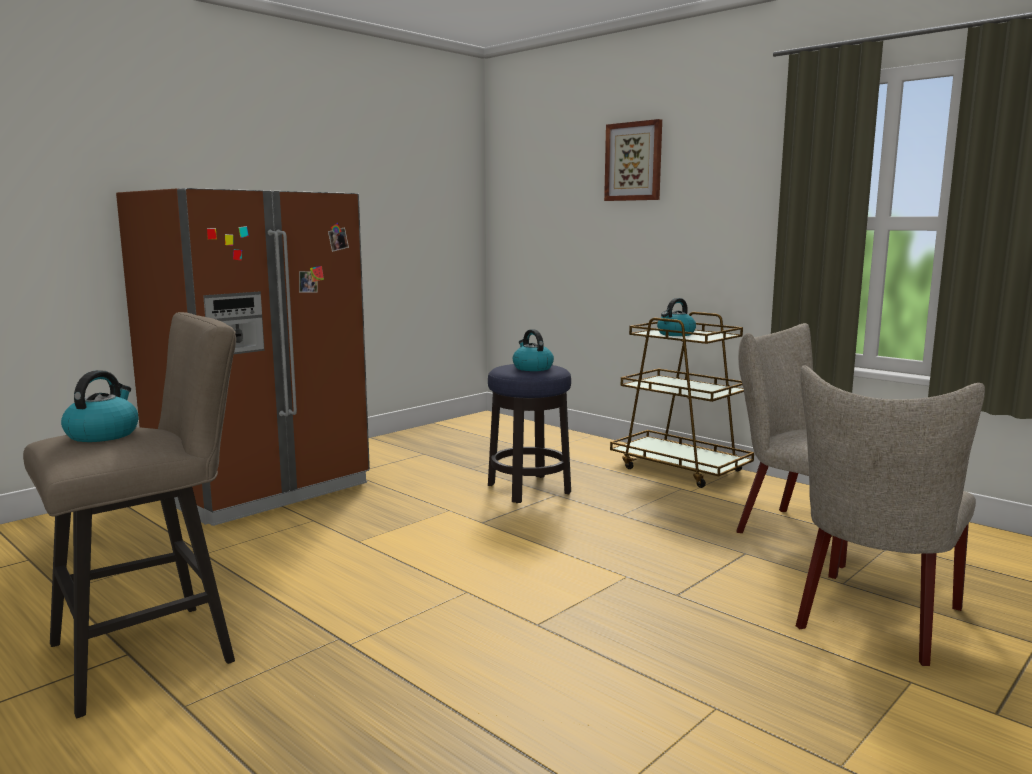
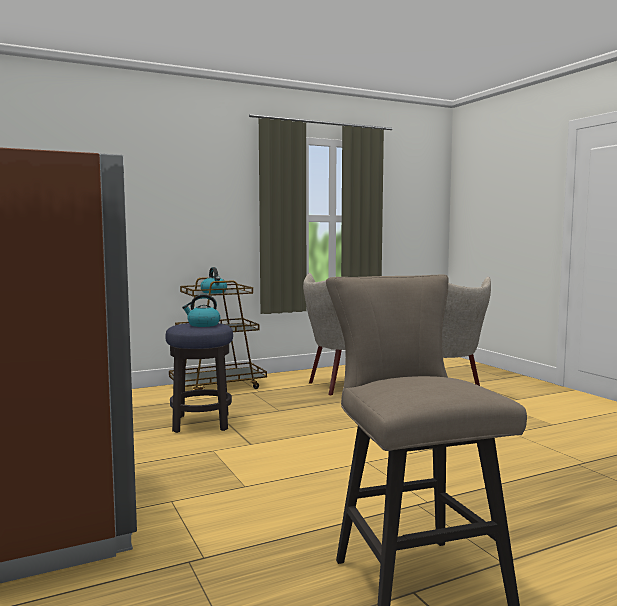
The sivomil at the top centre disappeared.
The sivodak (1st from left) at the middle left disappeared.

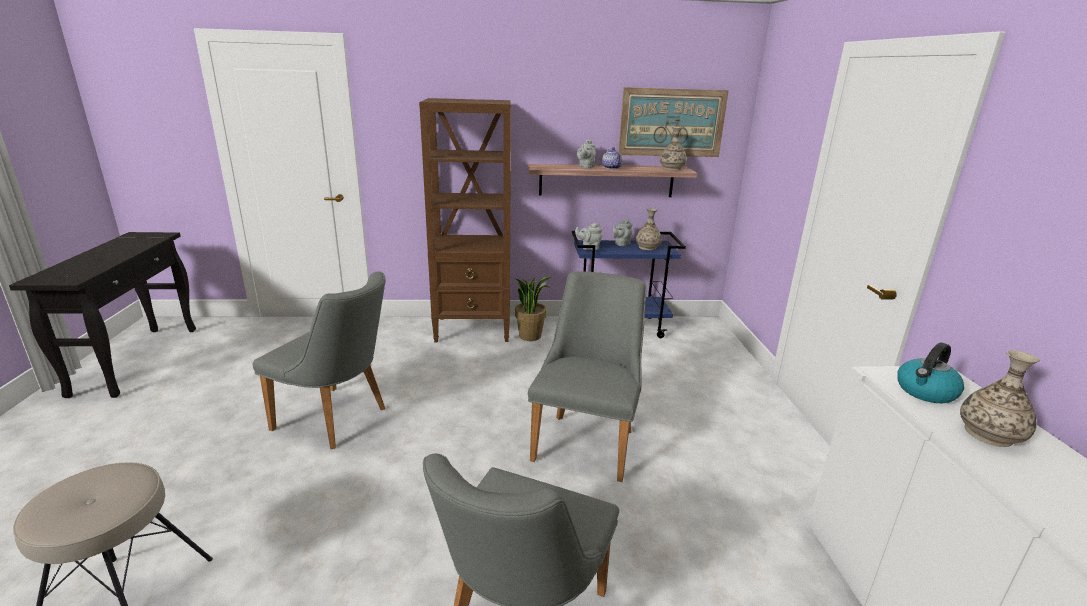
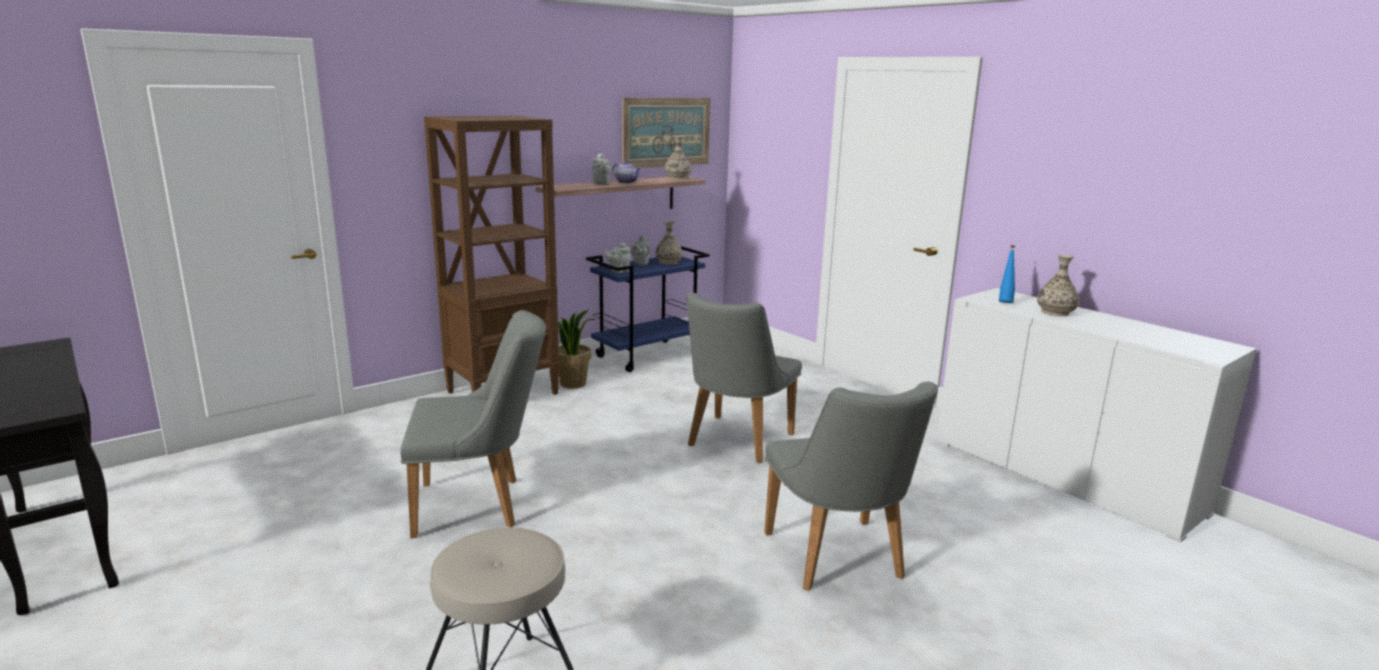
The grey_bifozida (3rd from left in the first image) at the centre turned 135 degrees counterclockwise.
The sivodak at the middle right was replaced by the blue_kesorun at the middle right.

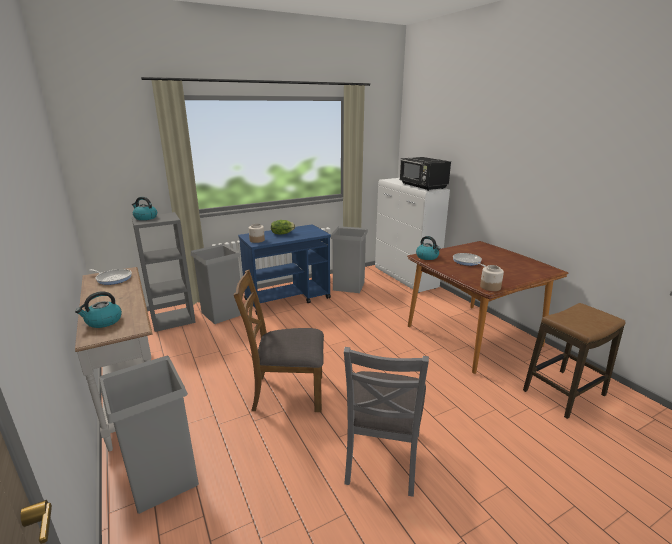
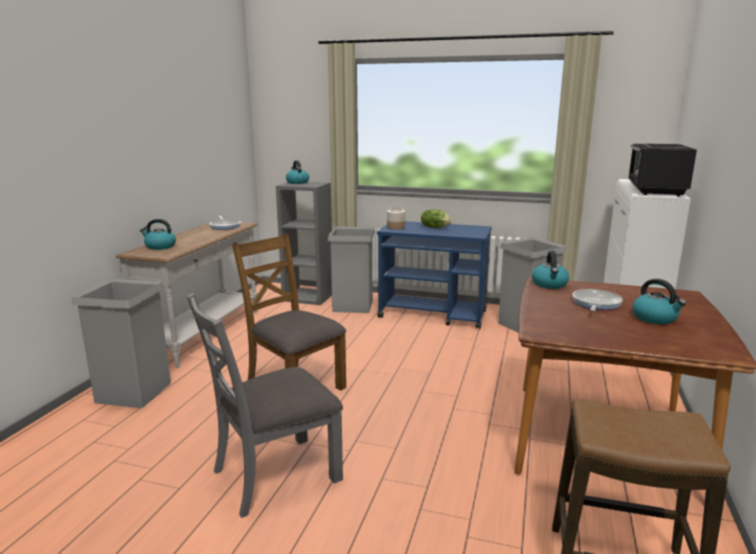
The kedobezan (2nd from left) at the middle right disappeared.
The sivodak (4th from left) at the middle right appeared.

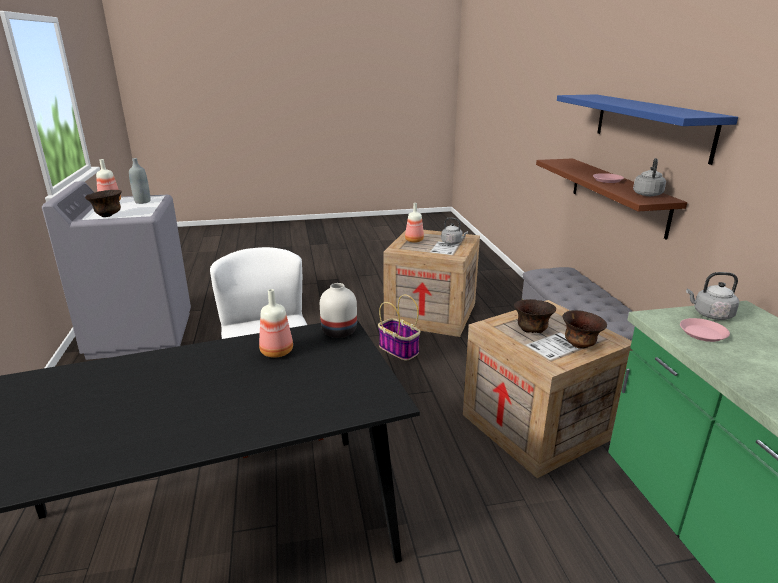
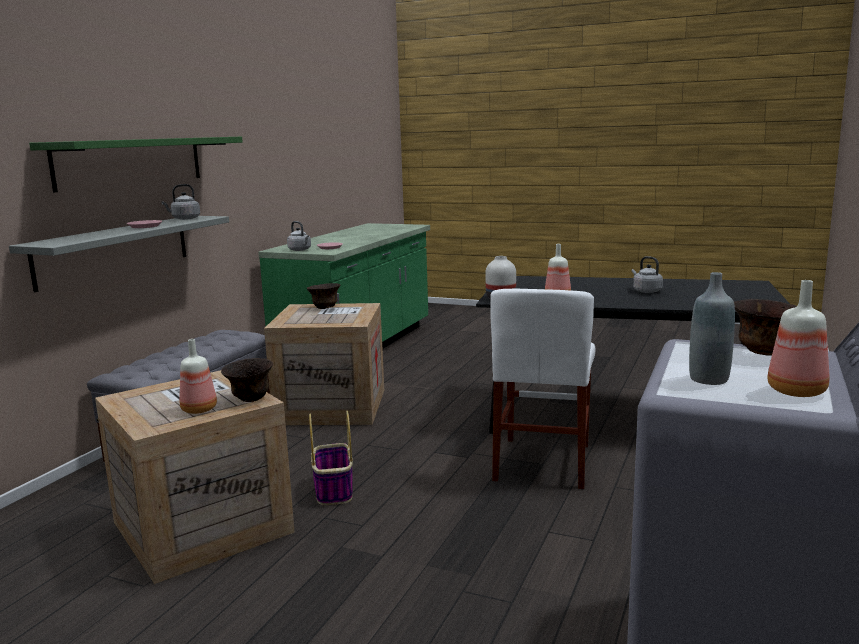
The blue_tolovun at the top right became the green_tolovun at the top left.
The brown_tolovun at the middle right became the grey_tolovun at the middle left.
The grey_sivodak (1st from left in the first image) moved from the centre to the middle right.
The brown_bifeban (2nd from left in the first image) moved from the middle right to the middle left.

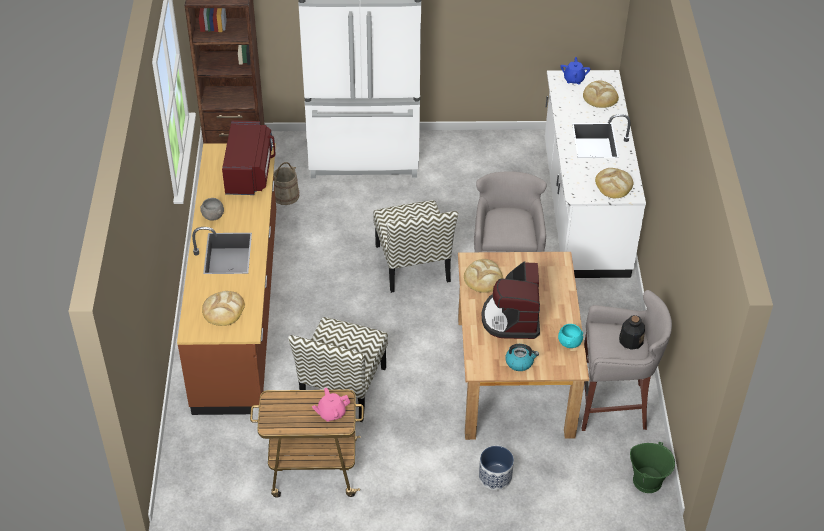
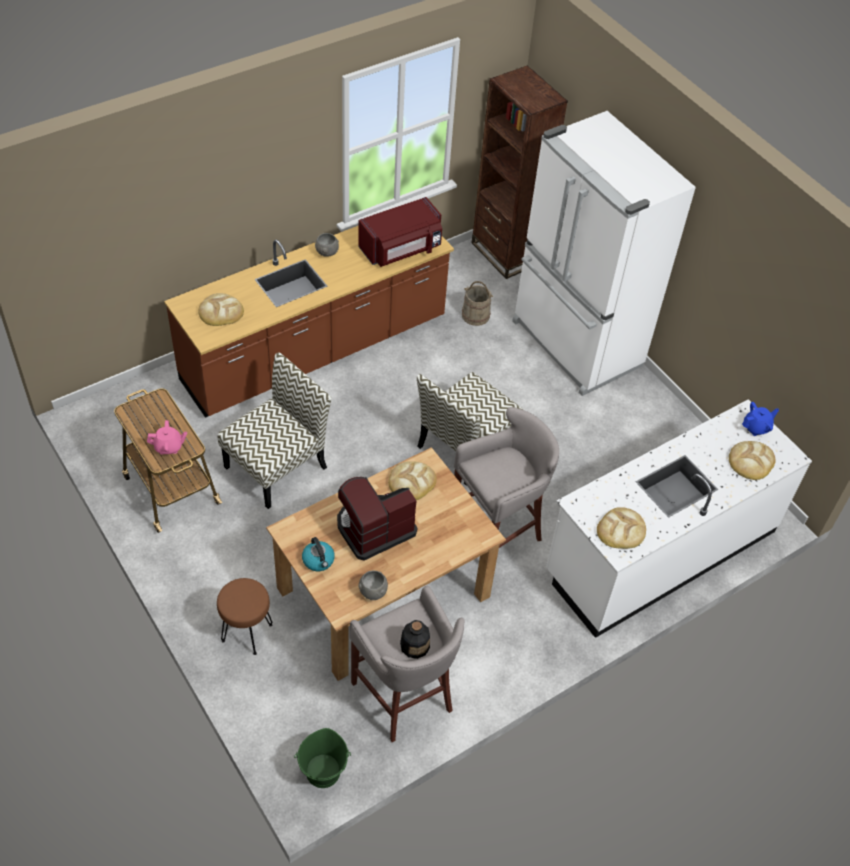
The bifozida (1st from left) at the bottom centre turned 150 degrees clockwise.
The turquoise_bifeban at the middle right became the grey_bifeban (2nd from left) at the bottom centre.
The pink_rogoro at the bottom centre turned 135 degrees clockwise.
The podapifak at the bottom centre was replaced by the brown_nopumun at the bottom left.

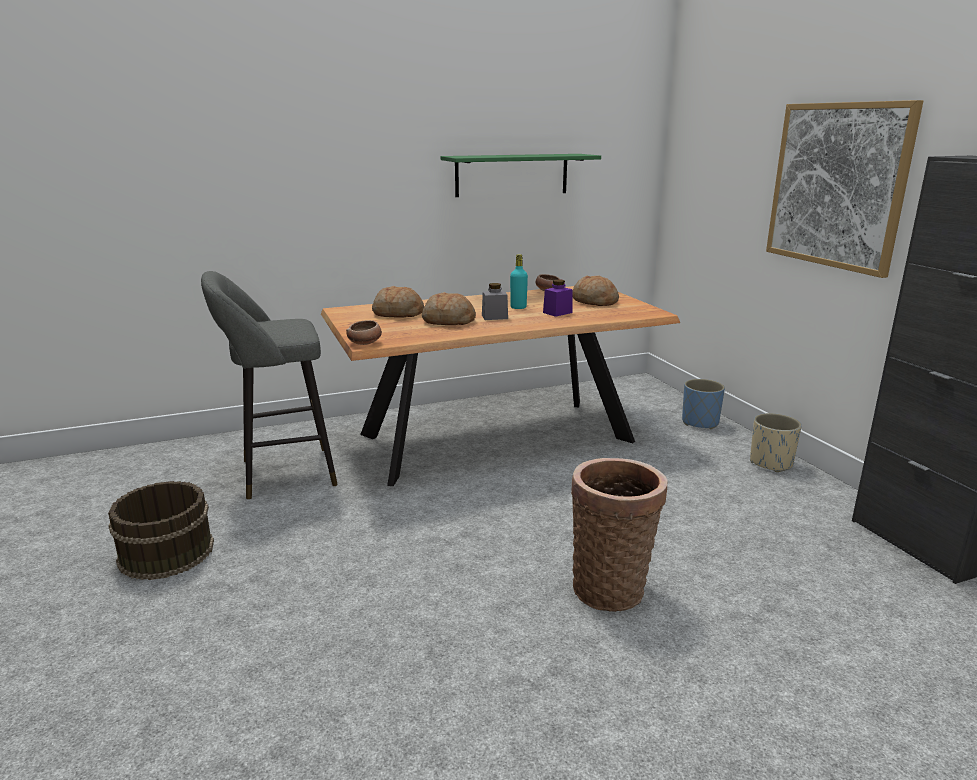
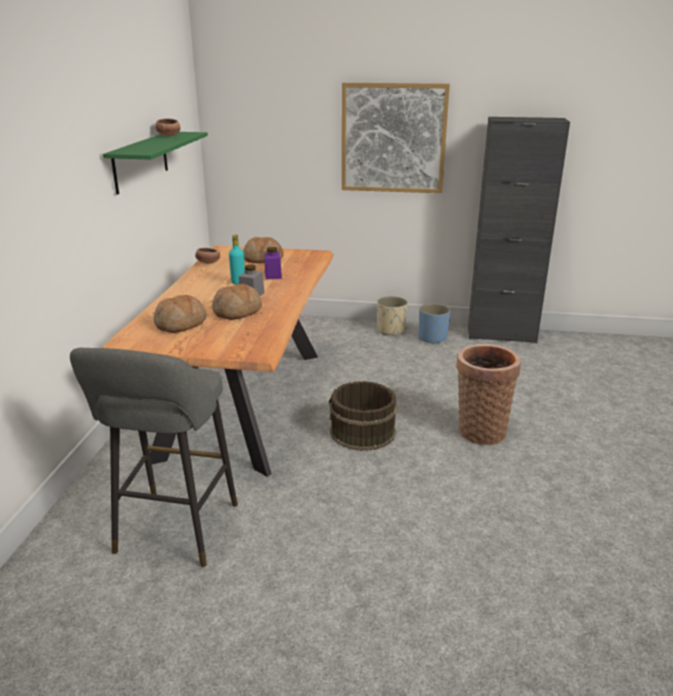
The bifeban (1st from left) moved from the centre to the top left.
The blue_podapifak moved from the middle right to the centre.
The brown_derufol moved from the bottom left to the centre.

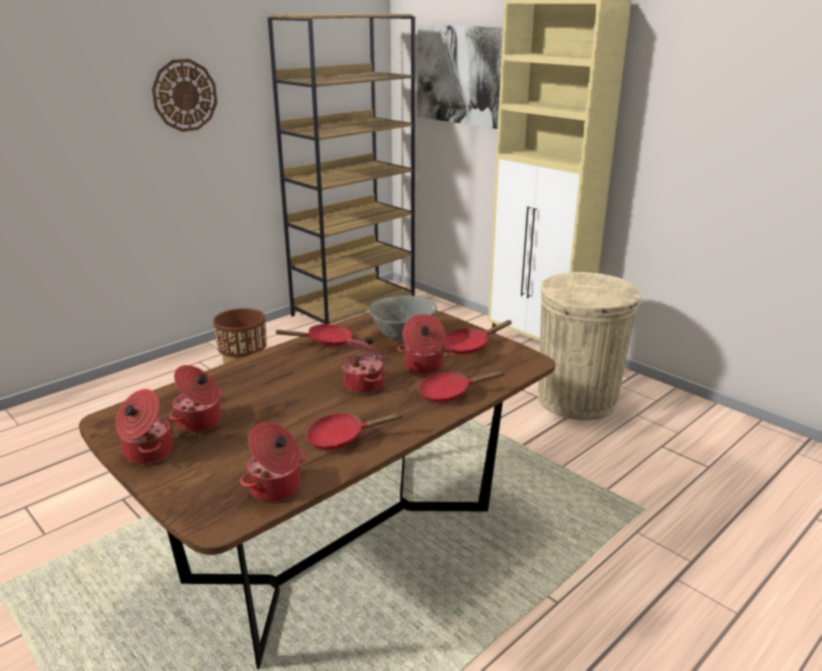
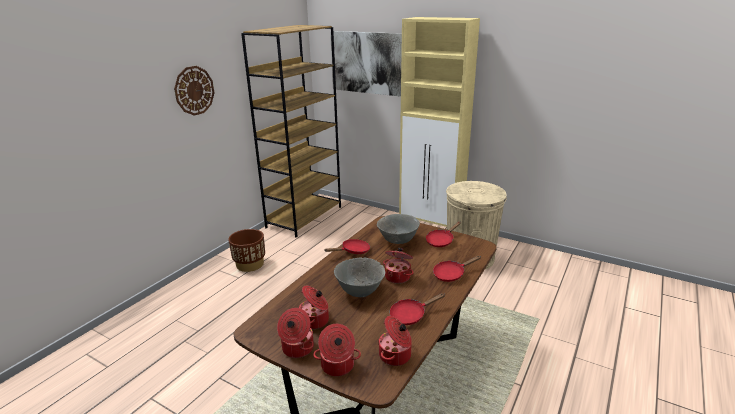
The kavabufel (5th from left in the first image) moved from the centre to the bottom centre.
The grey_bifeban (1st from left) at the bottom centre appeared.

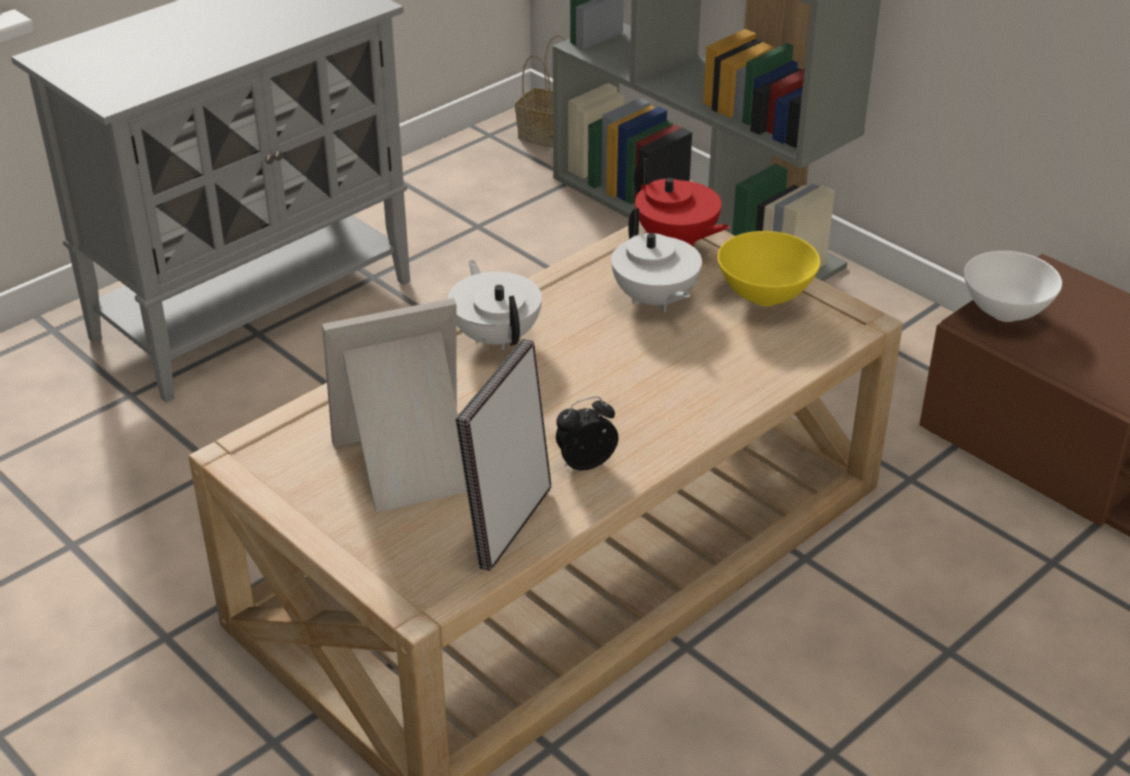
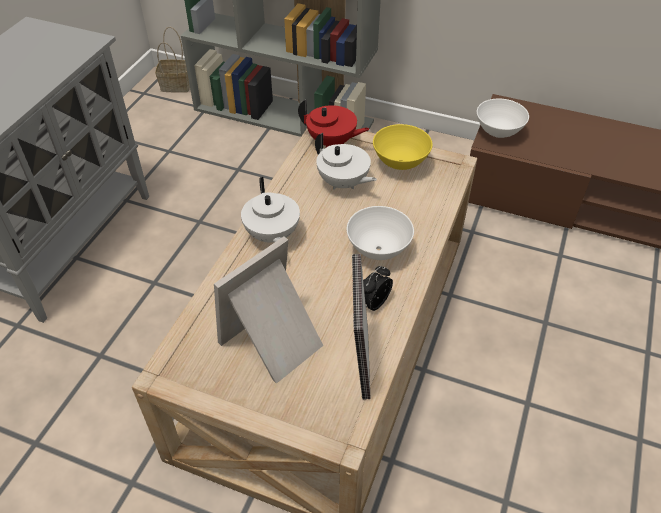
The white_rogoro (1st from left) at the centre turned 150 degrees counterclockwise.
The white_bifeban (1st from left) at the centre appeared.

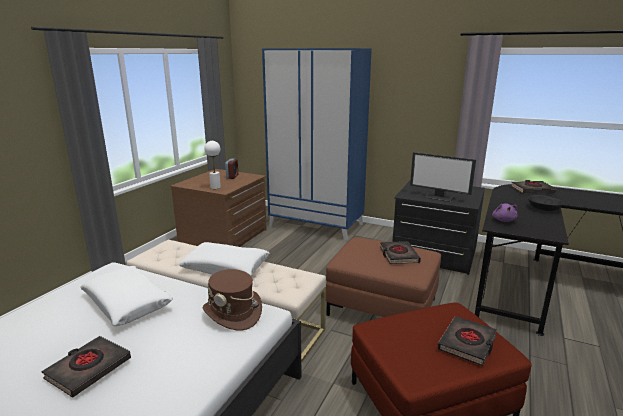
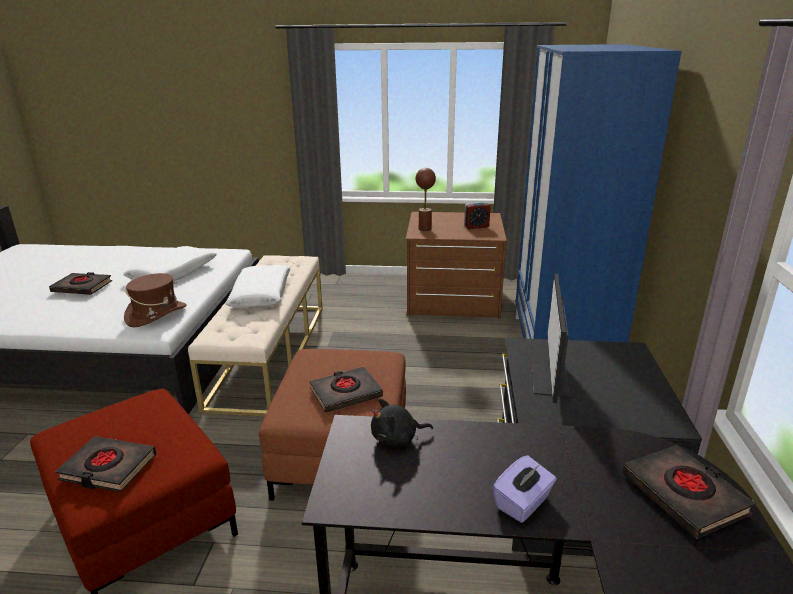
The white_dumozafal at the centre became the brown_dumozafal at the centre.
The black_bifeban at the middle right was replaced by the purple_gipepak at the bottom centre.
The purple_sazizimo at the middle right became the black_sazizimo at the bottom centre.

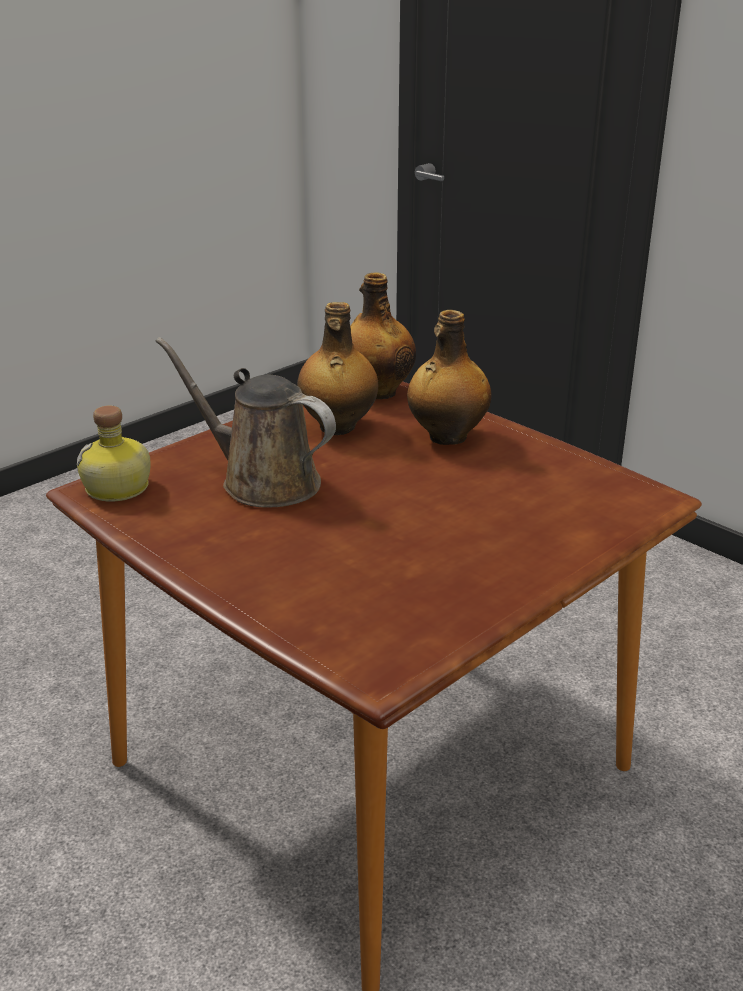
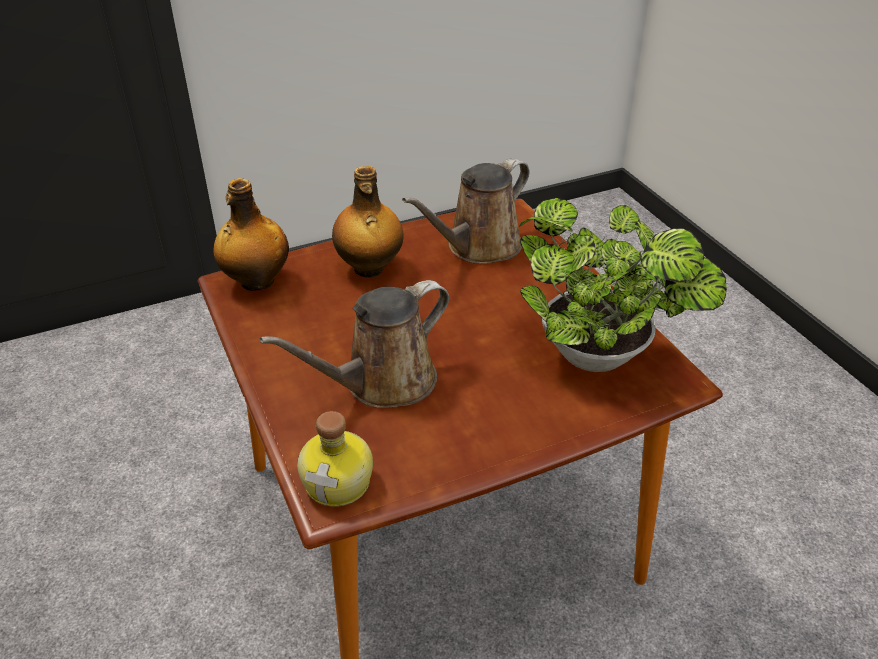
The kesorun (2nd from left) at the centre disappeared.
The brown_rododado (2nd from left) at the top centre appeared.
The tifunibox at the middle right appeared.

